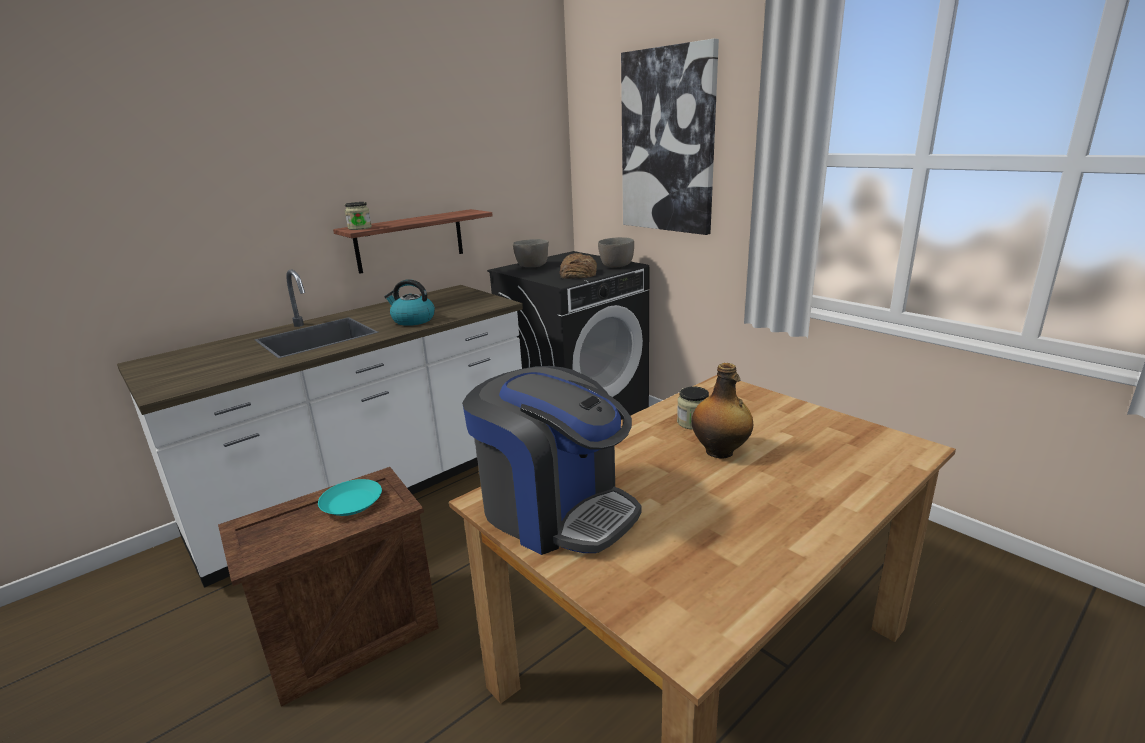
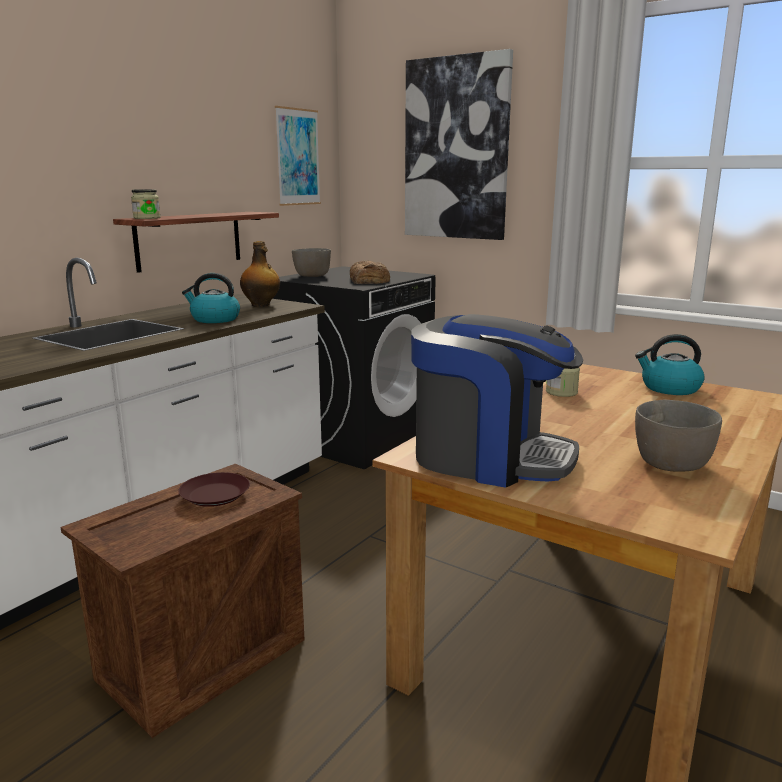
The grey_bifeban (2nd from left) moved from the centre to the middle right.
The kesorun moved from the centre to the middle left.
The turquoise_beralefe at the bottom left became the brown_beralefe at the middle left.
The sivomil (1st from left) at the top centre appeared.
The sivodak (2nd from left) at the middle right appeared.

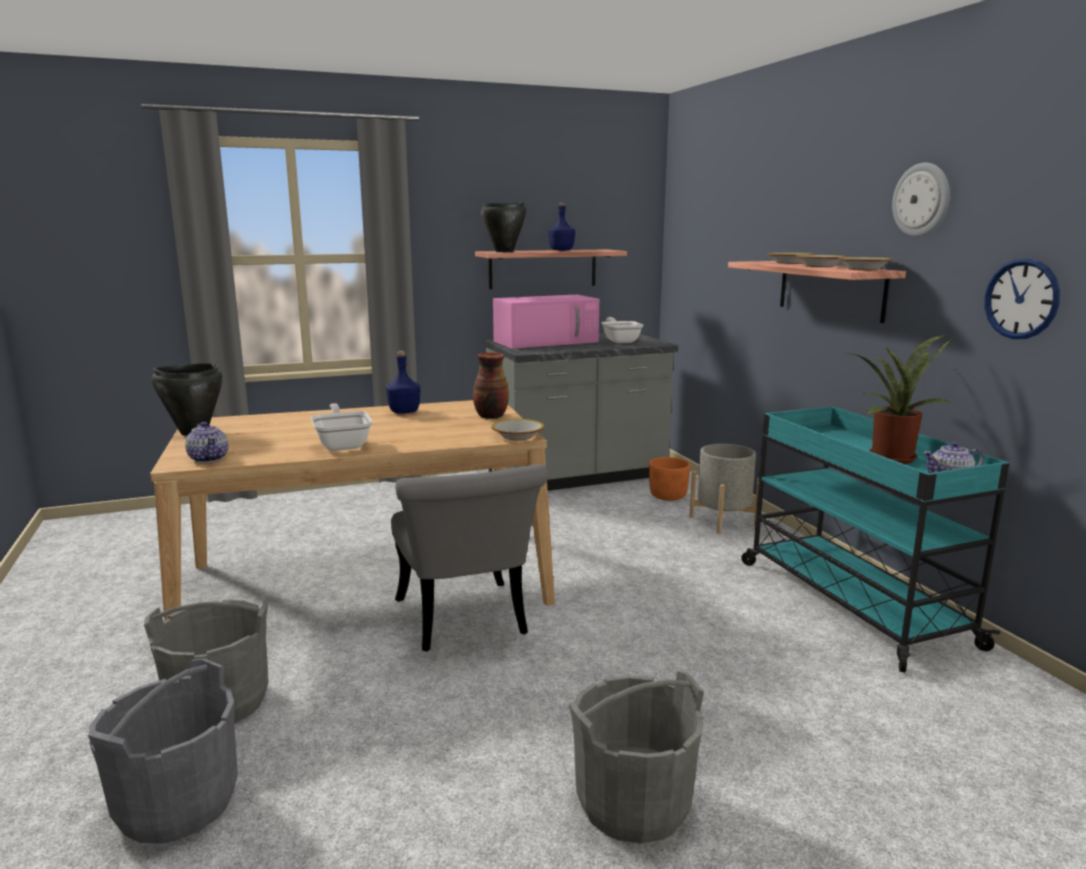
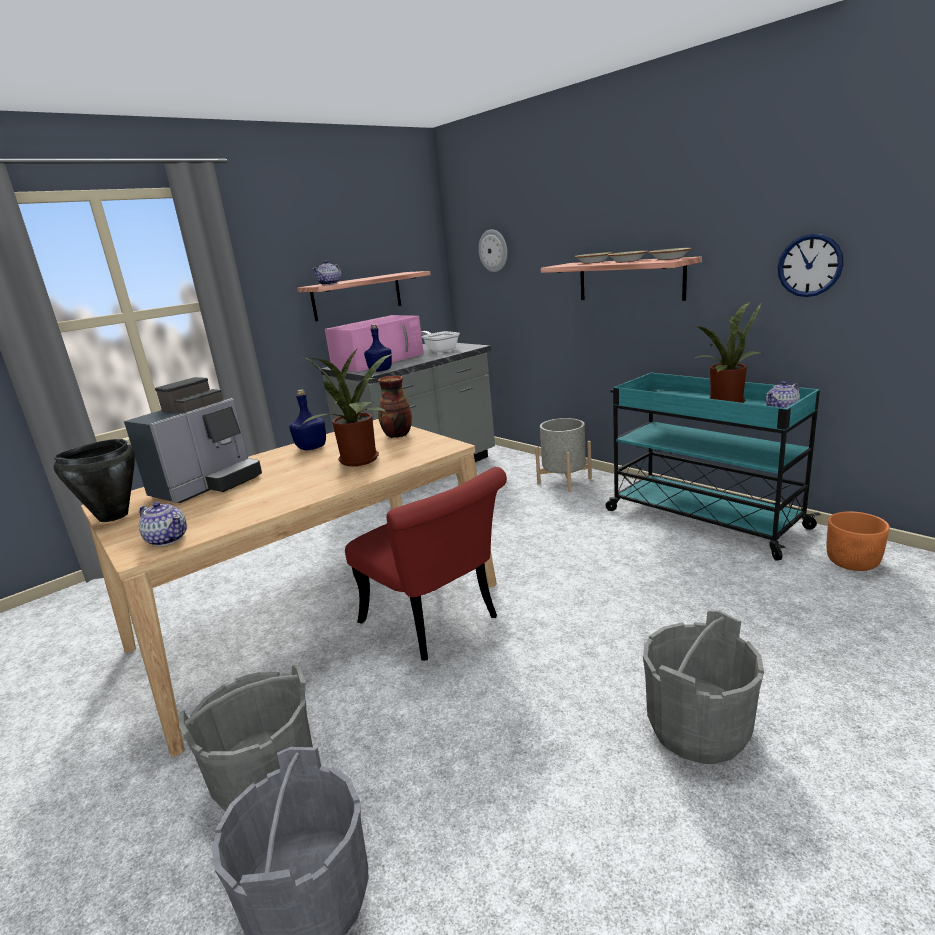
The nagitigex (1st from left) moved from the top right to the top centre.
The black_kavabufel (2nd from left) at the top centre was replaced by the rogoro (2nd from left) at the top centre.
The blue_kesorun (2nd from left) moved from the top centre to the centre.
The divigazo (1st from left) at the middle left disappeared.
The bifeban (1st from left) at the centre disappeared.
The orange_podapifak moved from the centre to the middle right.
The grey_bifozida at the centre became the red_bifozida at the centre.
The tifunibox (1st from left) at the centre appeared.
The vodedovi at the middle left appeared.

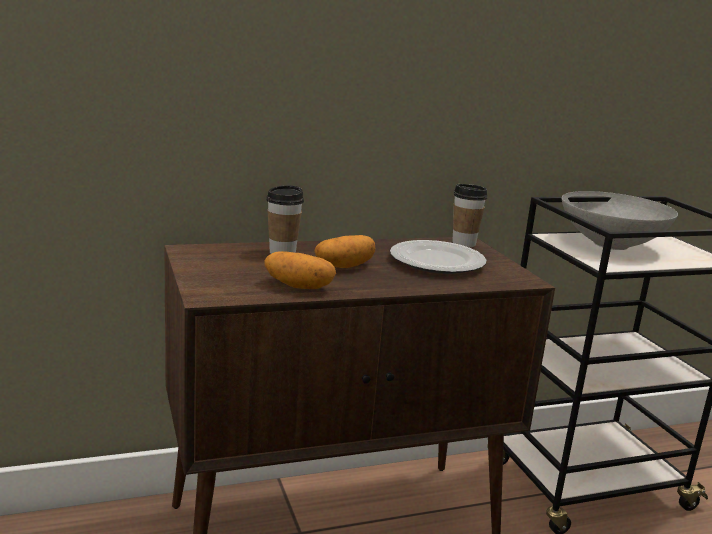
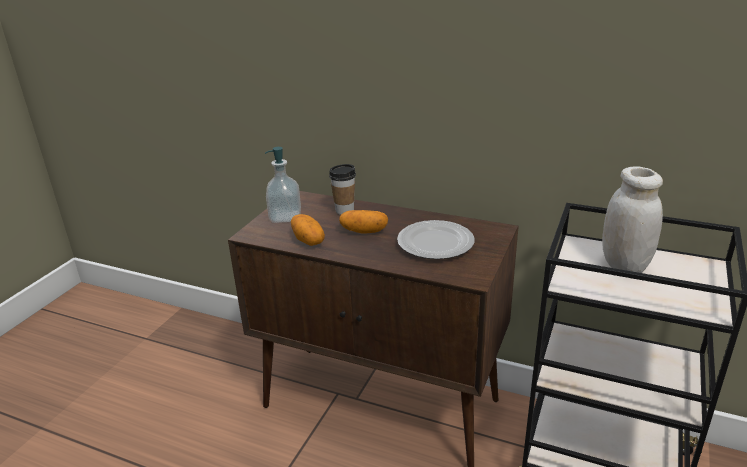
The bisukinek (2nd from left) at the centre disappeared.
The grey_bifeban at the middle right was replaced by the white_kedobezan at the middle right.
The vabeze at the centre appeared.

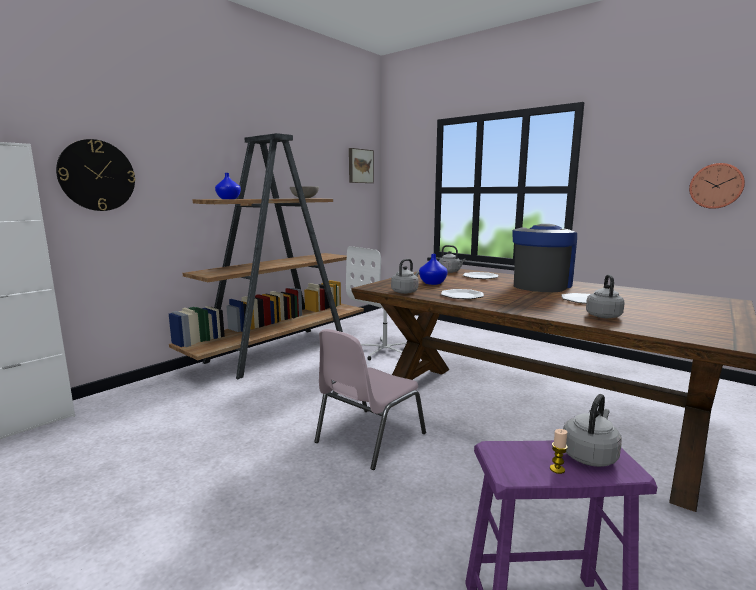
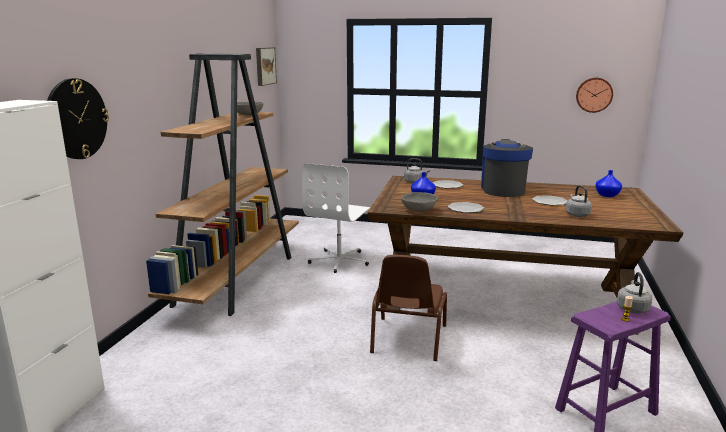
The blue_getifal (1st from left in the first image) moved from the top left to the middle right.
The grey_sivodak (1st from left) at the centre was replaced by the grey_bifeban (2nd from left) at the centre.
The pink_bifozida at the bottom centre became the brown_bifozida at the bottom centre.

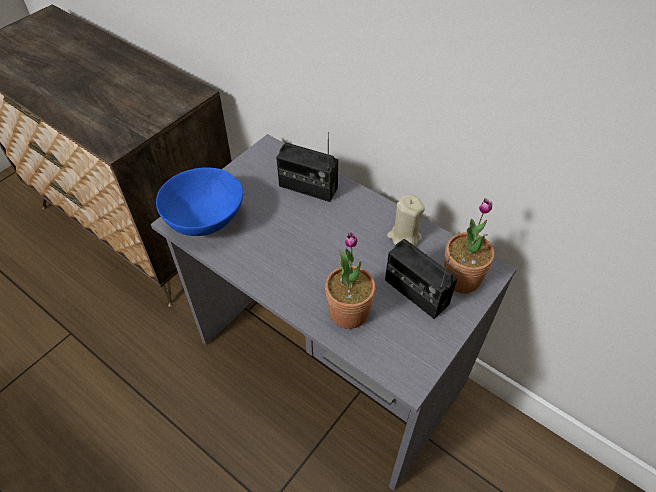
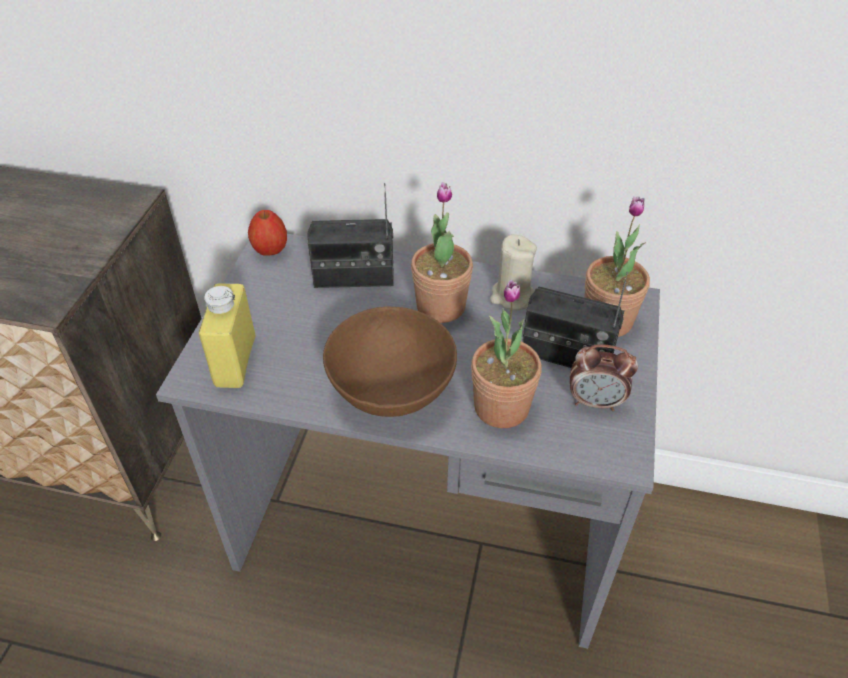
The blue_bifeban at the middle left was replaced by the yellow_kesorun at the middle left.
The tifunibox (1st from left) at the centre appeared.
The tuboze at the middle left appeared.
The brown_bifeban at the centre appeared.
The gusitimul at the middle right appeared.

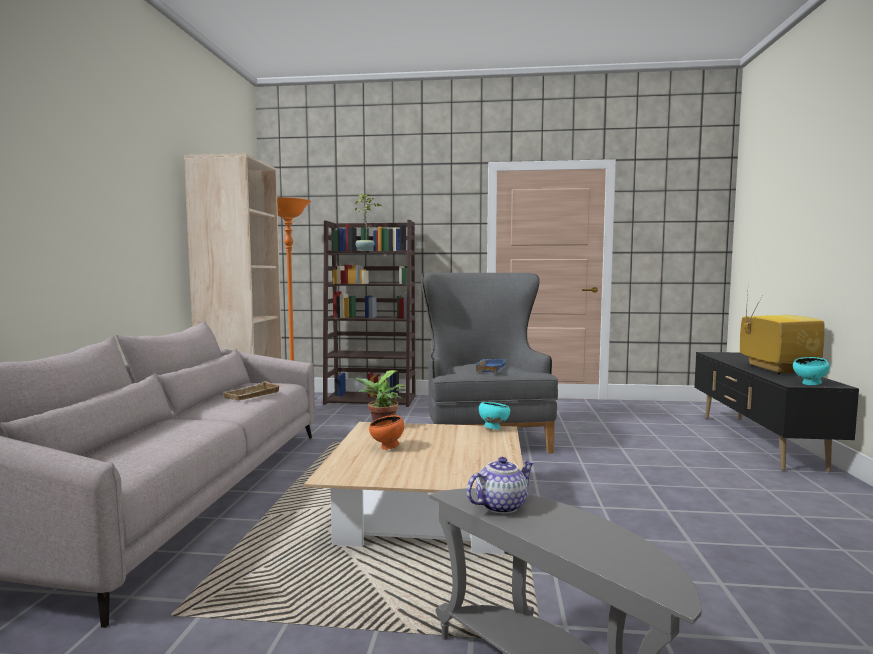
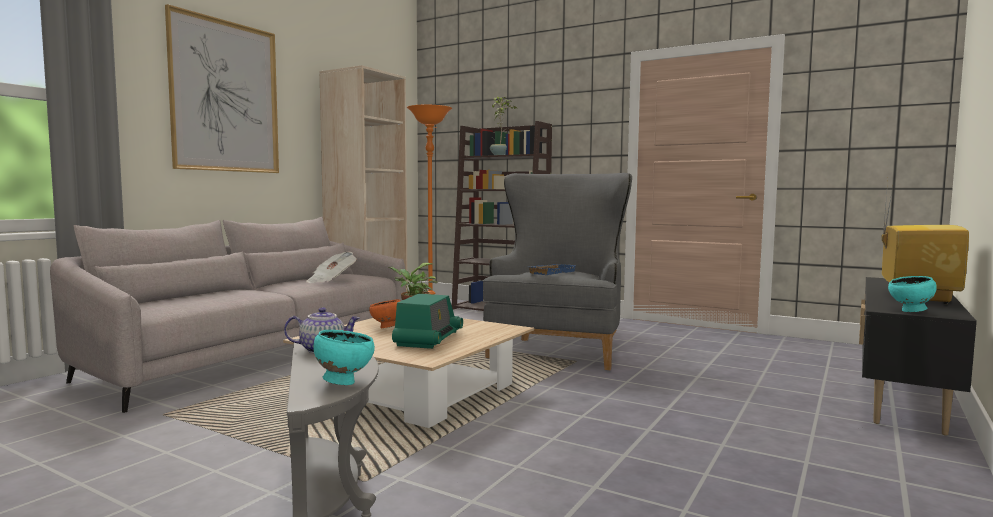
The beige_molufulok at the middle left was replaced by the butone at the centre.
The turquoise_bifeban (1st from left) moved from the centre to the bottom centre.
The sivomil at the top left appeared.
The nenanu at the centre appeared.

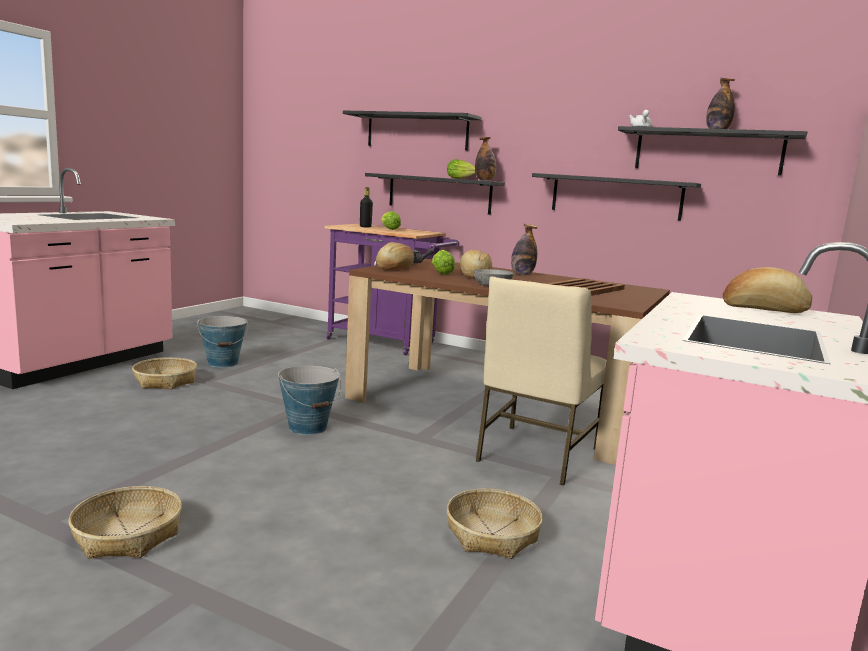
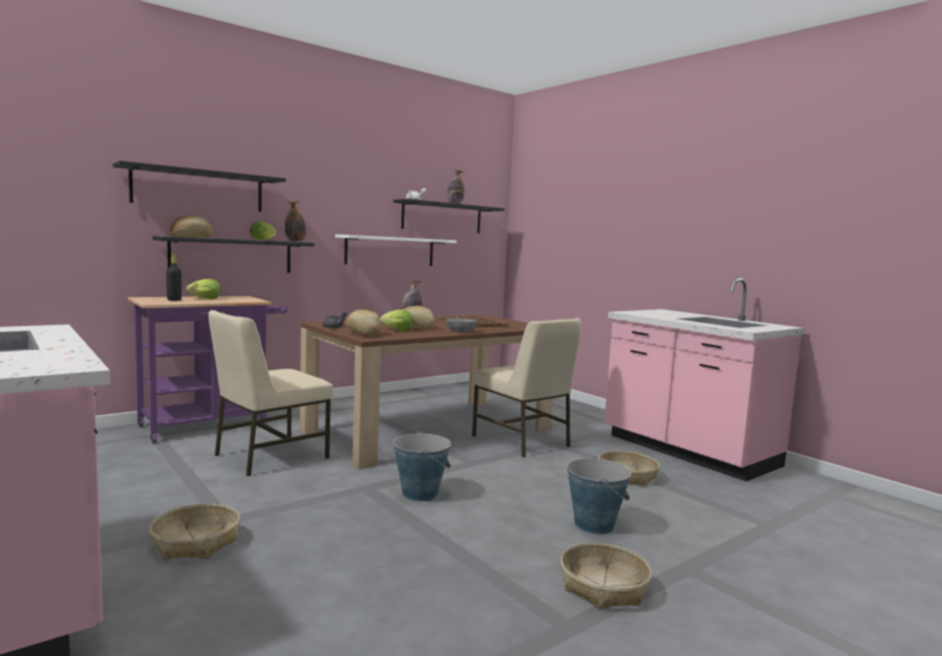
The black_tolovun (3rd from left) at the top right became the white_tolovun at the centre.
The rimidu (3rd from left in the first image) moved from the middle right to the middle left.
The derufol (1st from left in the first image) moved from the middle left to the bottom centre.
The beige_bifozida (1st from left) at the middle left appeared.

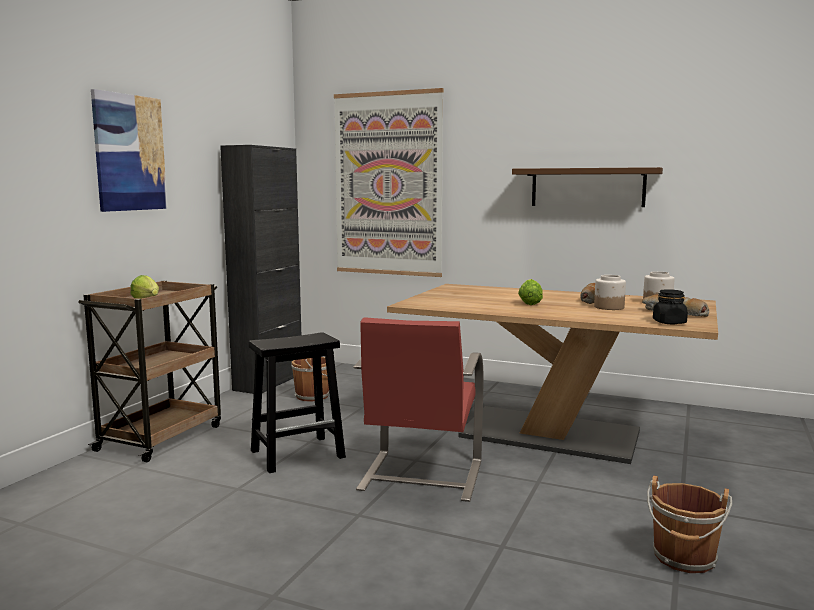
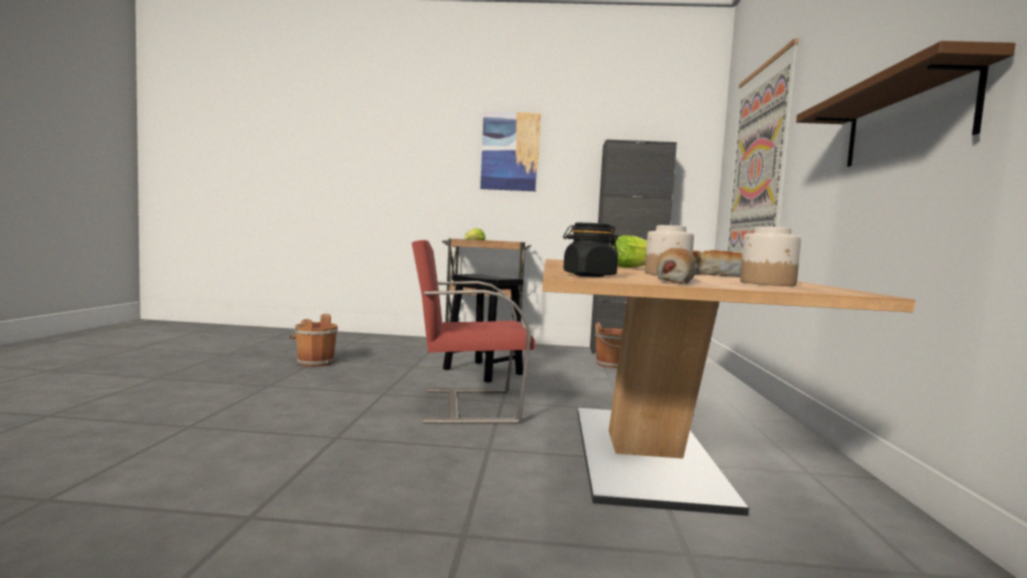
The brown_derufol (2nd from left in the first image) moved from the bottom right to the middle left.

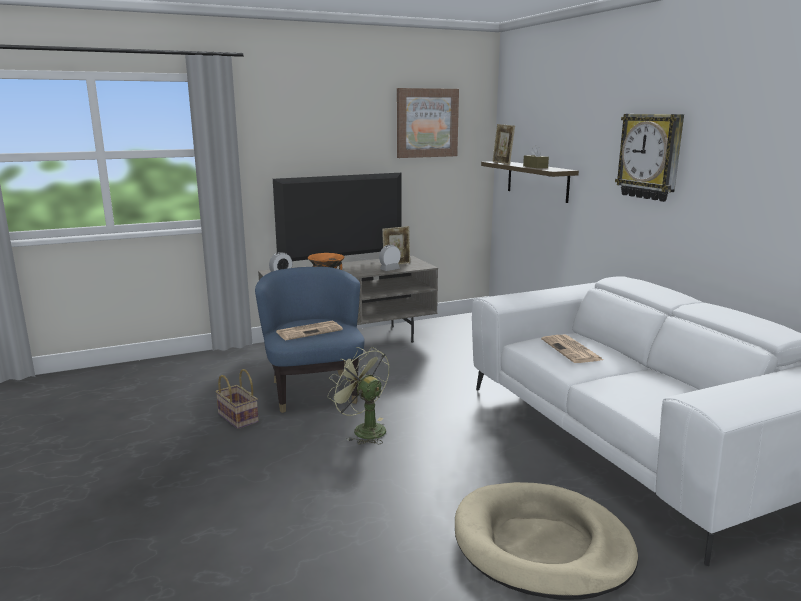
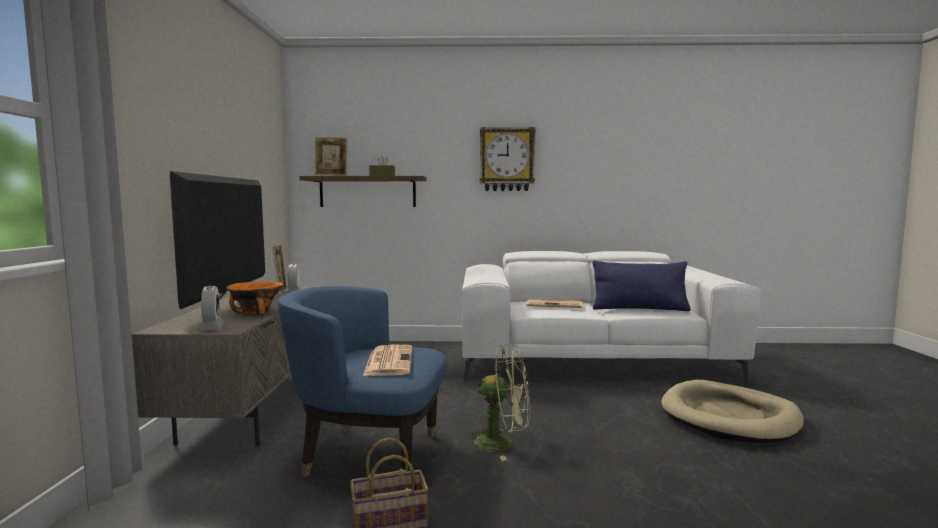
The sivomil at the top centre disappeared.
The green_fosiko at the centre turned 150 degrees counterclockwise.
The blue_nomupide at the middle right appeared.

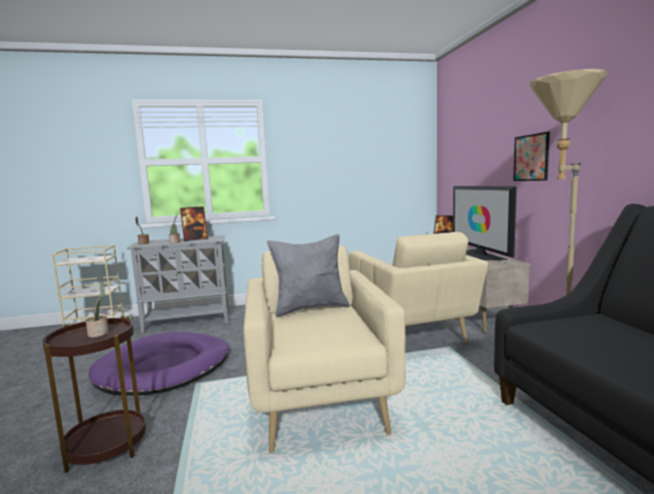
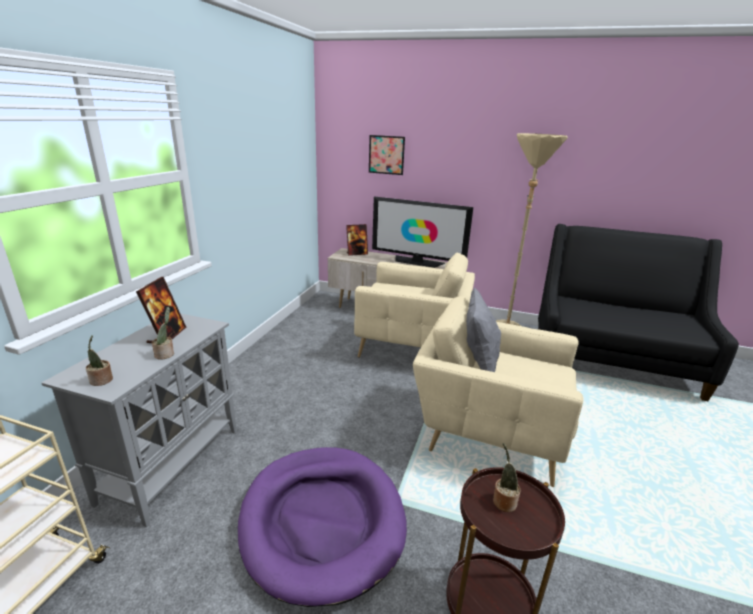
The sivomil moved from the top right to the top centre.

